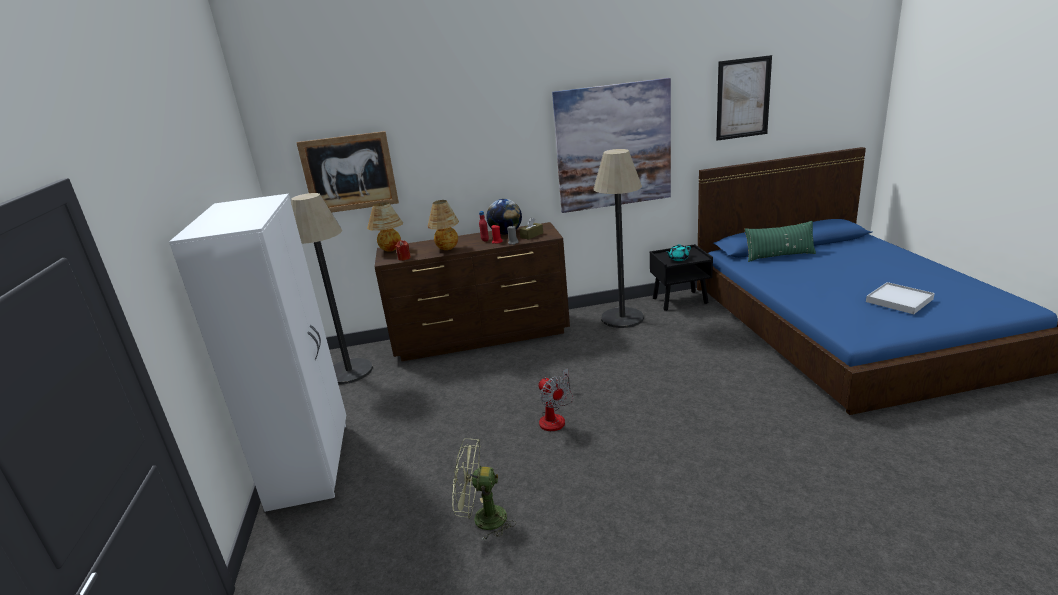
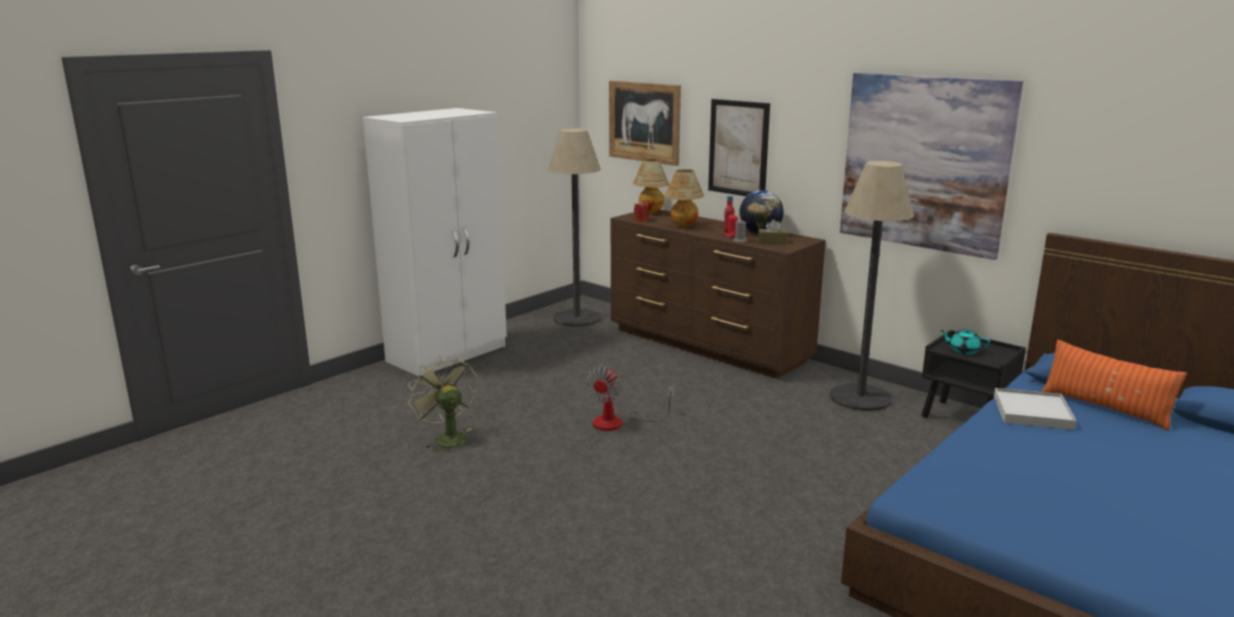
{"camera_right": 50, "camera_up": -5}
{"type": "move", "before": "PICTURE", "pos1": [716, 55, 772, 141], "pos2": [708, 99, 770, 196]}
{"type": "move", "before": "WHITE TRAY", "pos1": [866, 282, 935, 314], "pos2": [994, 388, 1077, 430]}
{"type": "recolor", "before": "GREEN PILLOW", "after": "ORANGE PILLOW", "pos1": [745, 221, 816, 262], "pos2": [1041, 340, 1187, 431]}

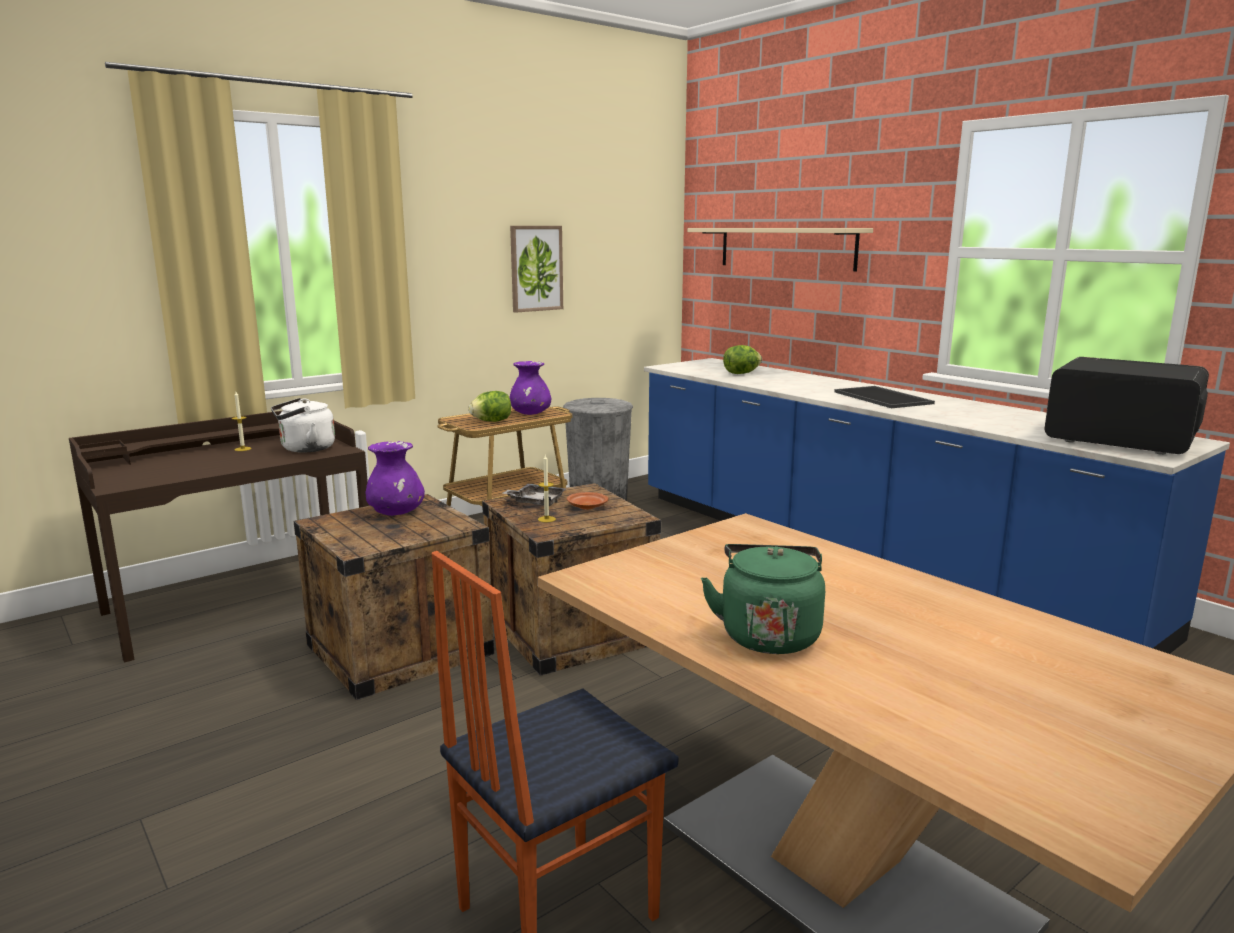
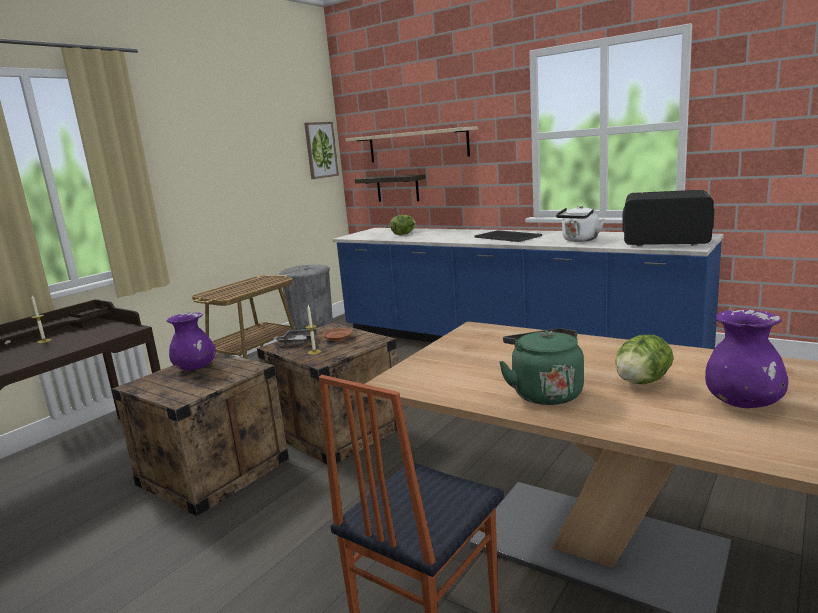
{"camera_right": -15, "camera_up": 0}
{"type": "insert", "after": "SHELF", "pos2": [355, 174, 426, 202]}
{"type": "move", "before": "WHITE KETTLE", "pos1": [271, 398, 335, 453], "pos2": [556, 205, 604, 242]}
{"type": "move", "before": "LETTUCE", "pos1": [469, 391, 511, 422], "pos2": [615, 335, 674, 384]}
{"type": "move", "before": "PURPLE VASE", "pos1": [509, 361, 551, 415], "pos2": [705, 309, 788, 408]}
{"type": "move", "before": "PICTURE", "pos1": [510, 226, 563, 313], "pos2": [304, 122, 339, 179]}

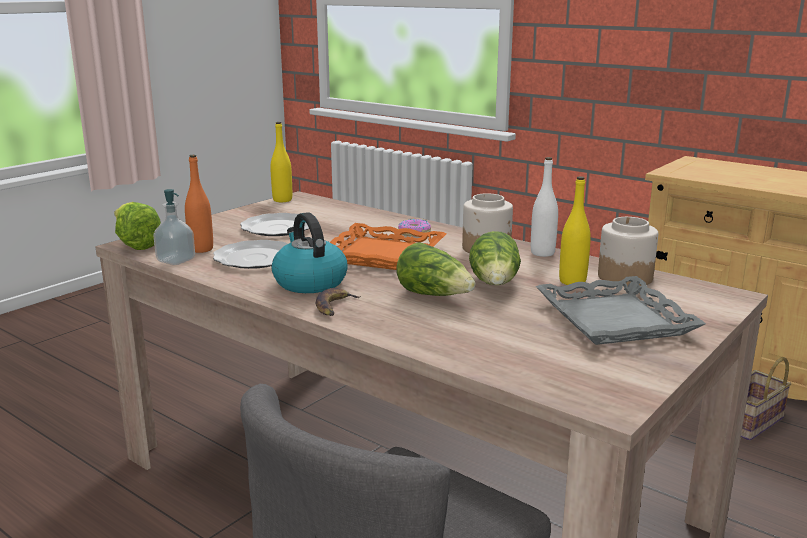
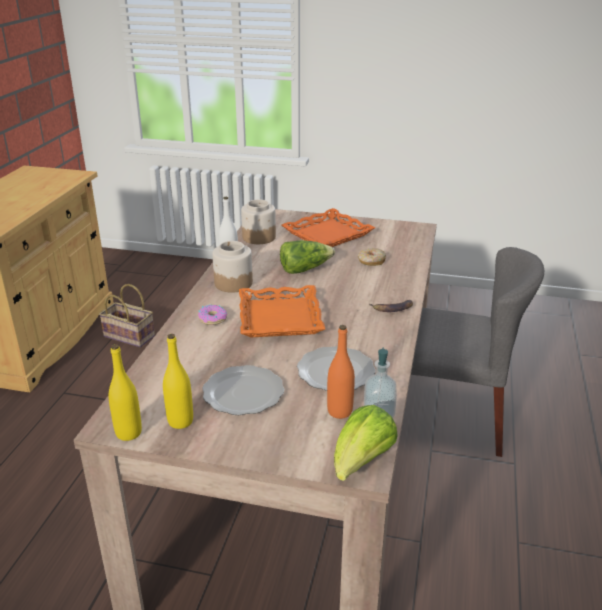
{"camera_right": -115, "camera_up": 10}
{"type": "delete", "before": "KETTLE", "pos1": [272, 212, 348, 293]}
{"type": "delete", "before": "LETTUCE", "pos1": [397, 242, 475, 296]}
{"type": "insert", "after": "DONUT", "pos2": [358, 248, 386, 266]}
{"type": "move", "before": "YELLOW BOTTLE", "pos1": [559, 176, 591, 285], "pos2": [163, 334, 193, 429]}
{"type": "recolor", "before": "GREY TRAY", "after": "ORANGE TRAY", "pos1": [536, 276, 706, 345], "pos2": [282, 208, 375, 247]}

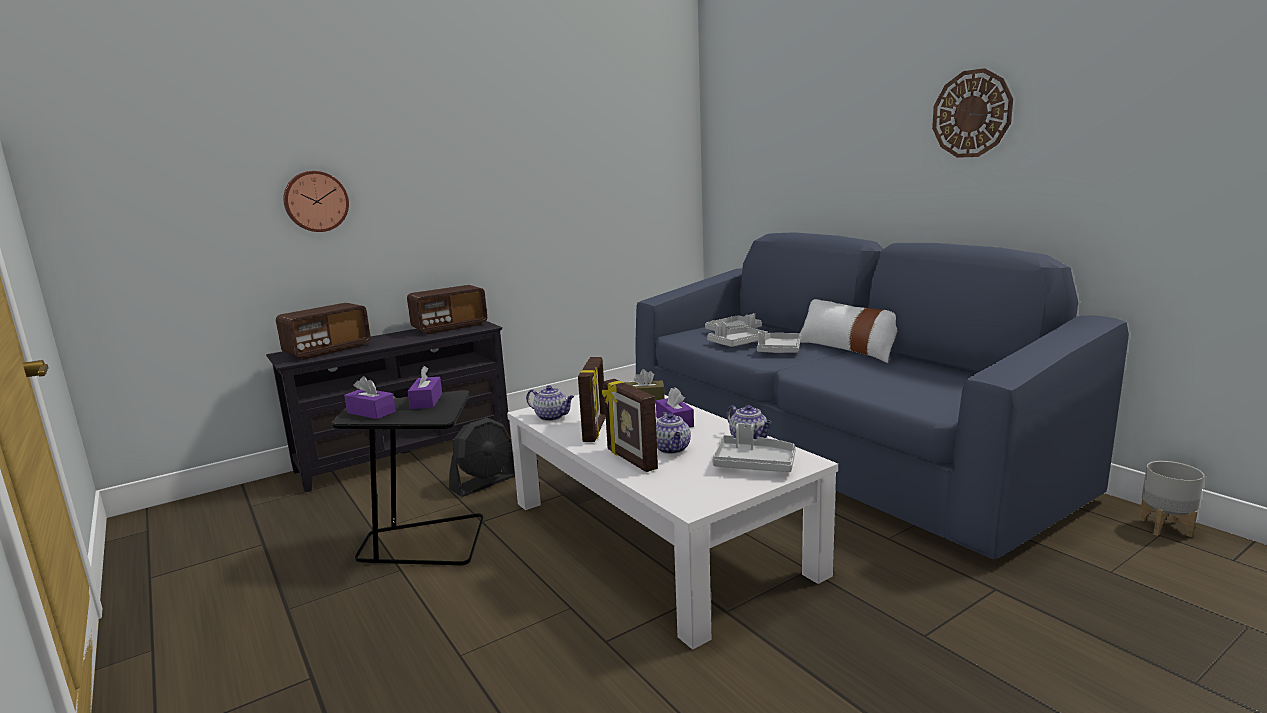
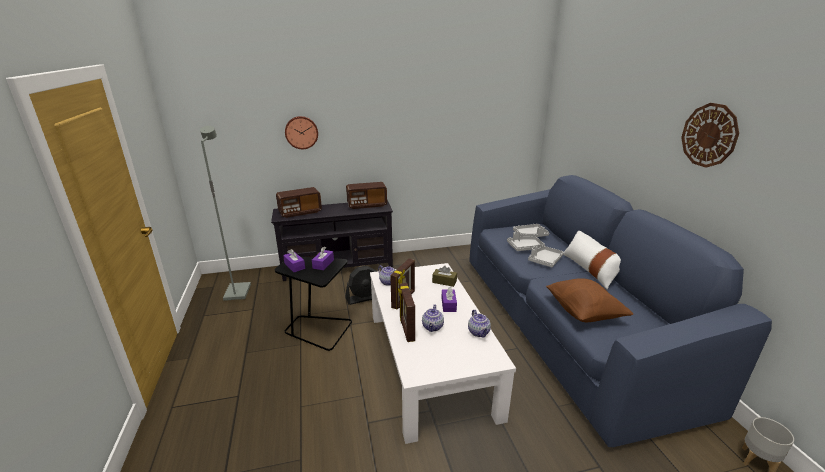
{"camera_right": 20, "camera_up": 10}
{"type": "delete", "before": "GREY TRAY", "pos1": [712, 423, 796, 472]}
{"type": "insert", "after": "GREY FLOOR LAMP", "pos2": [200, 126, 251, 301]}
{"type": "insert", "after": "BROWN PILLOW", "pos2": [546, 278, 633, 322]}

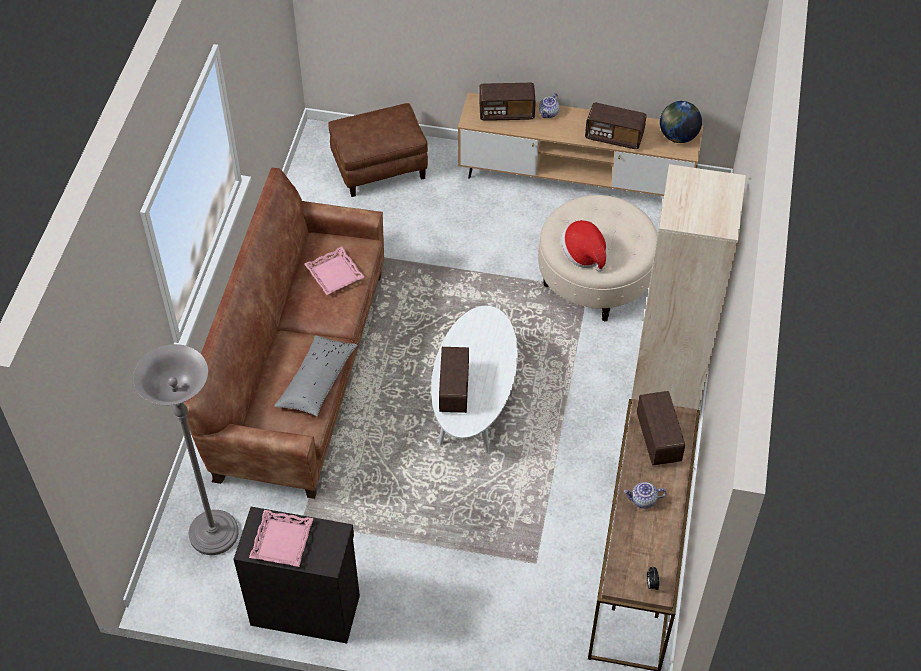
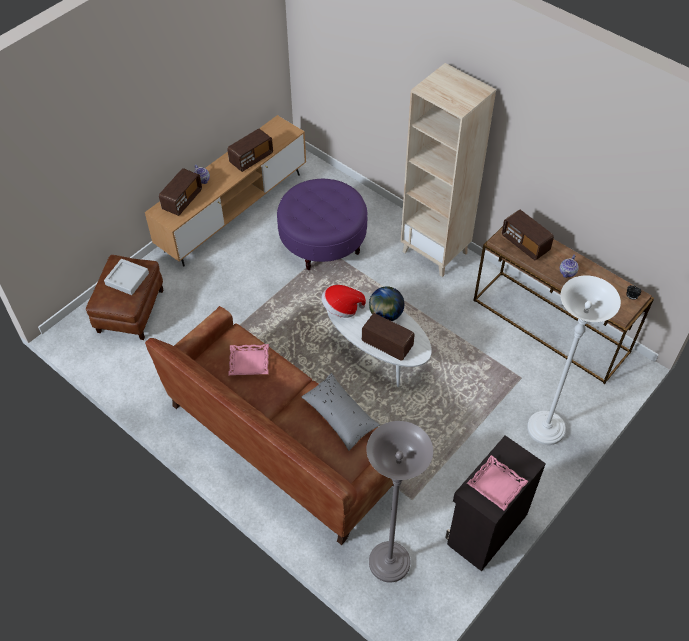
{"camera_right": -60, "camera_up": 0}
{"type": "insert", "after": "GREY TRAY", "pos2": [104, 259, 149, 295]}
{"type": "insert", "after": "WHITE FLOOR LAMP", "pos2": [527, 276, 621, 445]}
{"type": "move", "before": "HAT", "pos1": [561, 220, 606, 272], "pos2": [321, 285, 366, 318]}
{"type": "move", "before": "GLOBE", "pos1": [660, 101, 702, 143], "pos2": [369, 286, 404, 321]}
{"type": "recolor", "before": "BEIGE OTTOMAN", "after": "PURPLE OTTOMAN", "pos1": [538, 195, 658, 321], "pos2": [277, 179, 367, 270]}
{"type": "rotate", "before": "RADIO", "pos1": [637, 391, 685, 465], "pos2": [502, 210, 554, 260], "turn": -150}

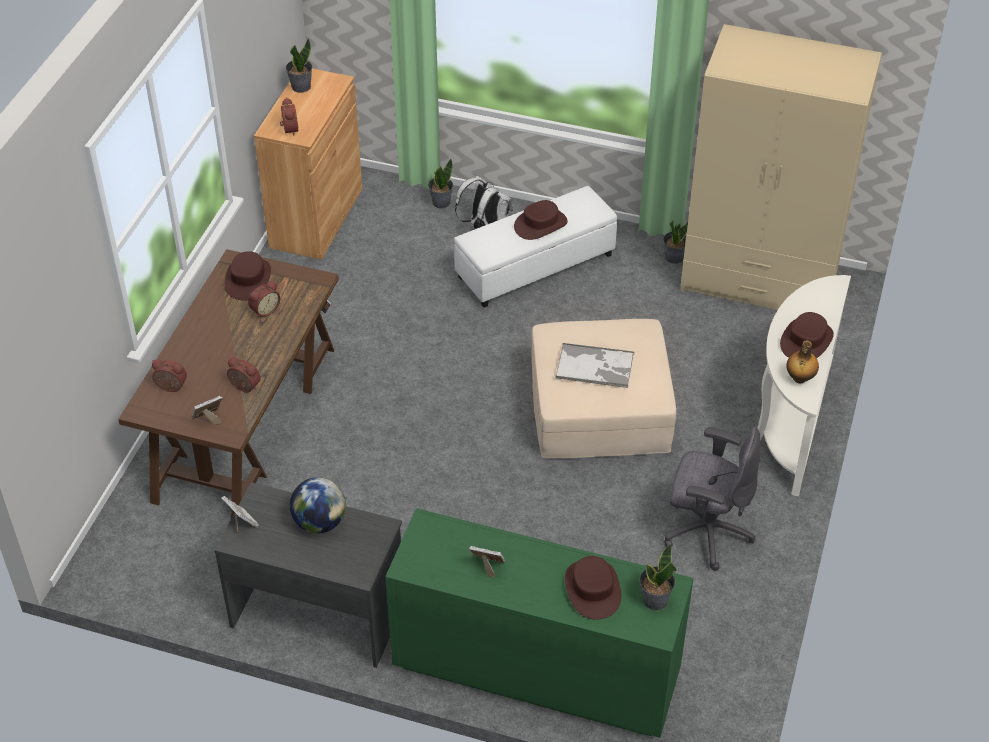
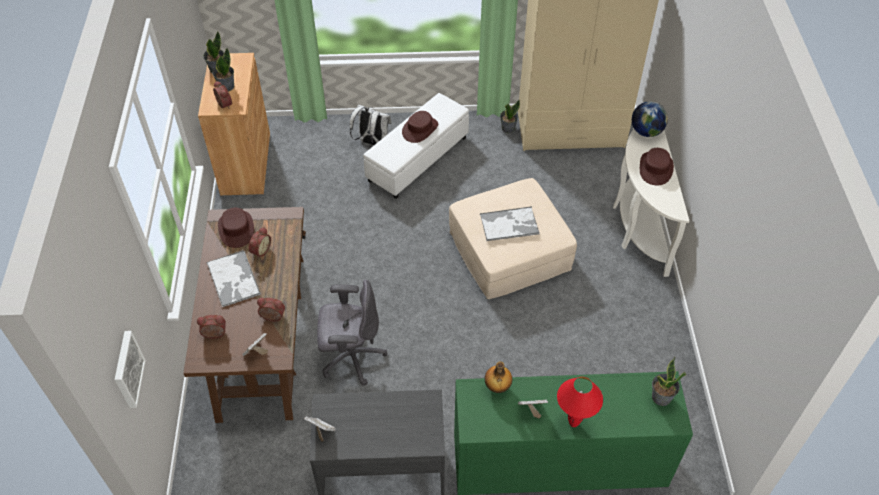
{"camera_right": -20, "camera_up": 5}
{"type": "delete", "before": "BROWN HAT", "pos1": [565, 556, 621, 620]}
{"type": "insert", "after": "PICTURE", "pos2": [115, 331, 146, 408]}
{"type": "insert", "after": "TRAY", "pos2": [206, 250, 261, 307]}
{"type": "insert", "after": "RED TABLE LAMP", "pos2": [557, 377, 603, 427]}
{"type": "move", "before": "GLOBE", "pos1": [290, 477, 346, 533], "pos2": [632, 101, 668, 137]}
{"type": "move", "before": "POTTED PLANT", "pos1": [428, 158, 453, 208], "pos2": [213, 48, 234, 92]}
{"type": "move", "before": "GREY OFFICE CHAIR", "pos1": [665, 427, 761, 571], "pos2": [317, 280, 387, 386]}
{"type": "move", "before": "BOTTLE", "pos1": [786, 341, 819, 383], "pos2": [485, 361, 512, 393]}

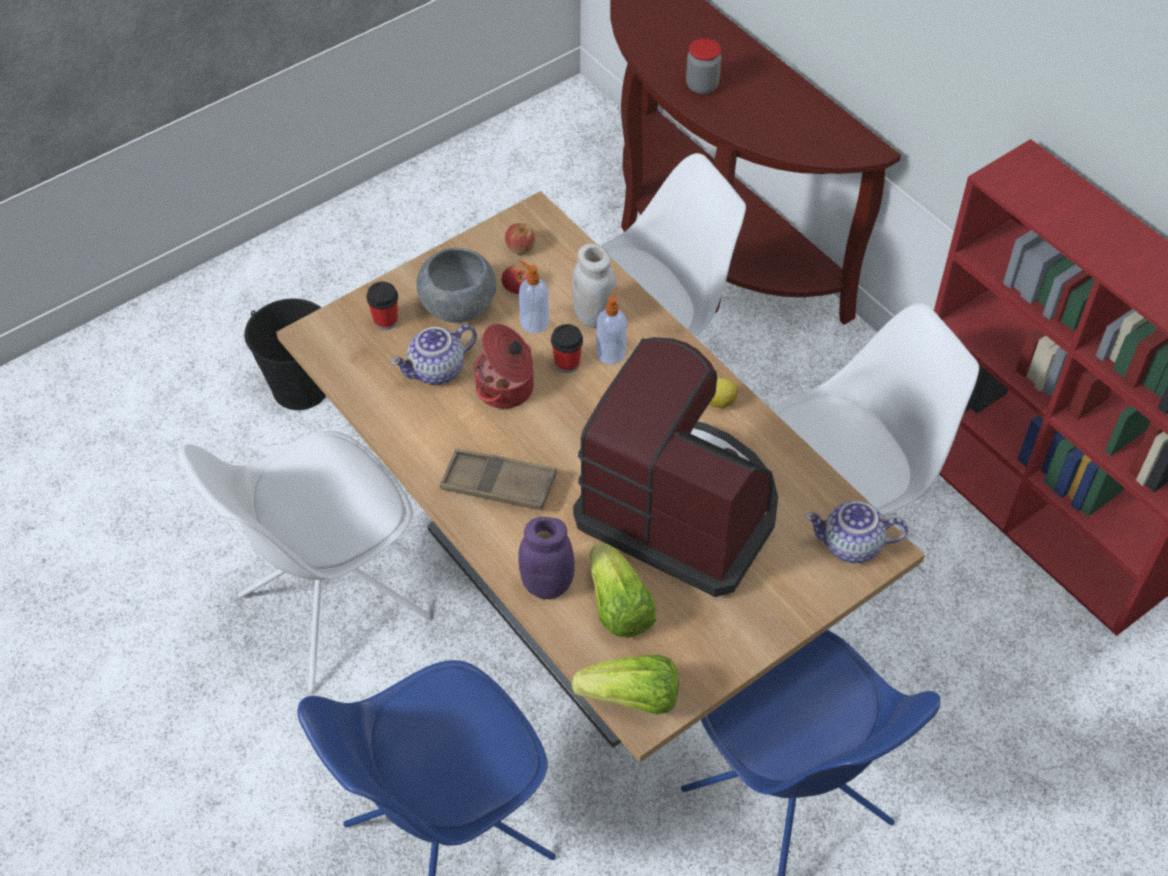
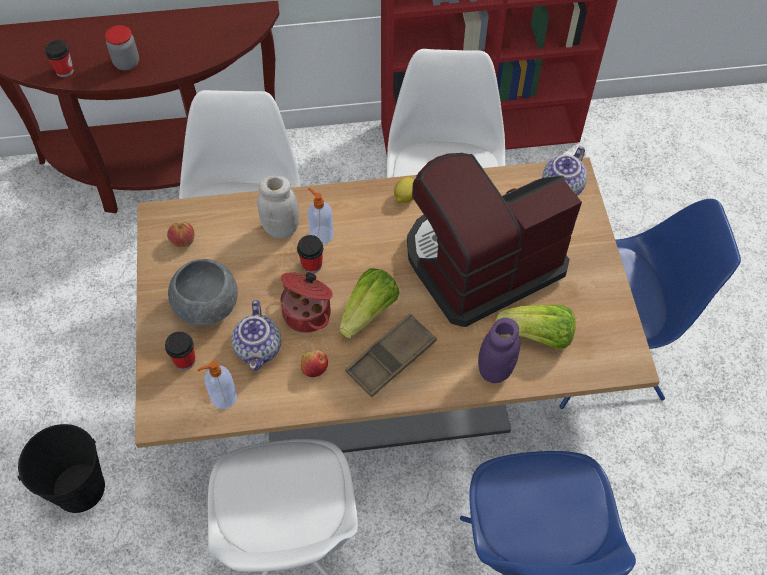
{"camera_right": -60, "camera_up": 5}
{"type": "insert", "after": "CUP", "pos2": [45, 40, 74, 77]}
{"type": "move", "before": "APPLE", "pos1": [502, 264, 529, 294], "pos2": [301, 350, 328, 377]}
{"type": "move", "before": "SOAP DISPENSER", "pos1": [519, 260, 549, 333], "pos2": [197, 361, 237, 409]}
{"type": "move", "before": "LETTUCE", "pos1": [572, 655, 678, 715], "pos2": [339, 268, 399, 338]}

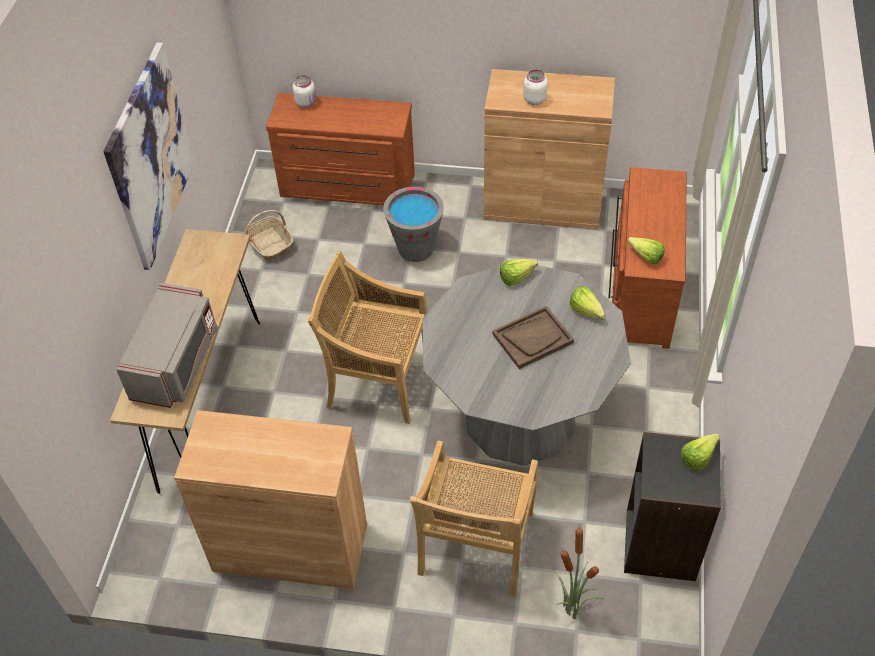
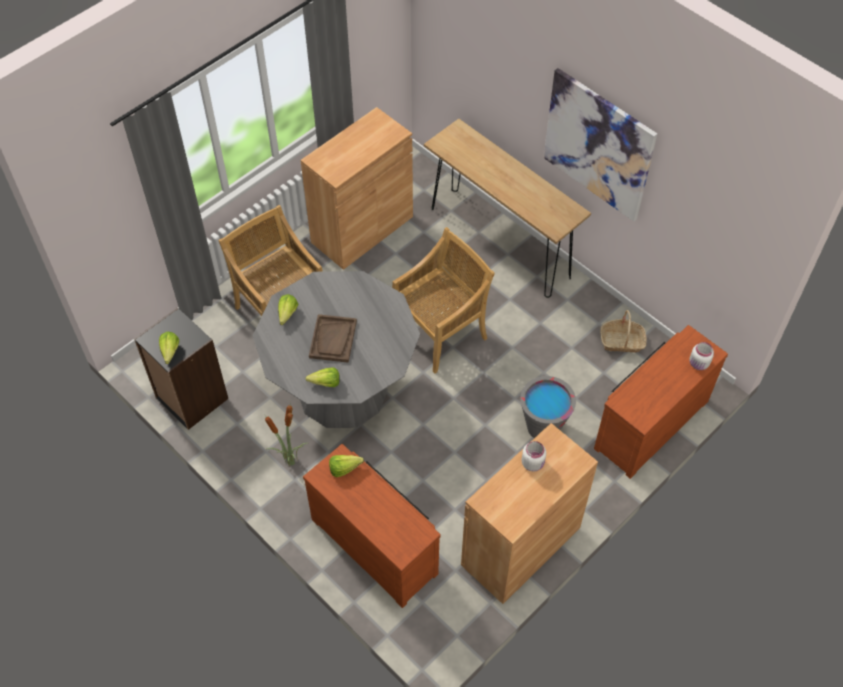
{"camera_right": 125, "camera_up": 5}
{"type": "delete", "before": "GREY MICROWAVE", "pos1": [116, 283, 218, 408]}
{"type": "move", "before": "LETTUCE", "pos1": [500, 259, 538, 286], "pos2": [278, 294, 298, 325]}
{"type": "move", "before": "POTTED PLANT", "pos1": [554, 522, 604, 619], "pos2": [265, 402, 307, 466]}

